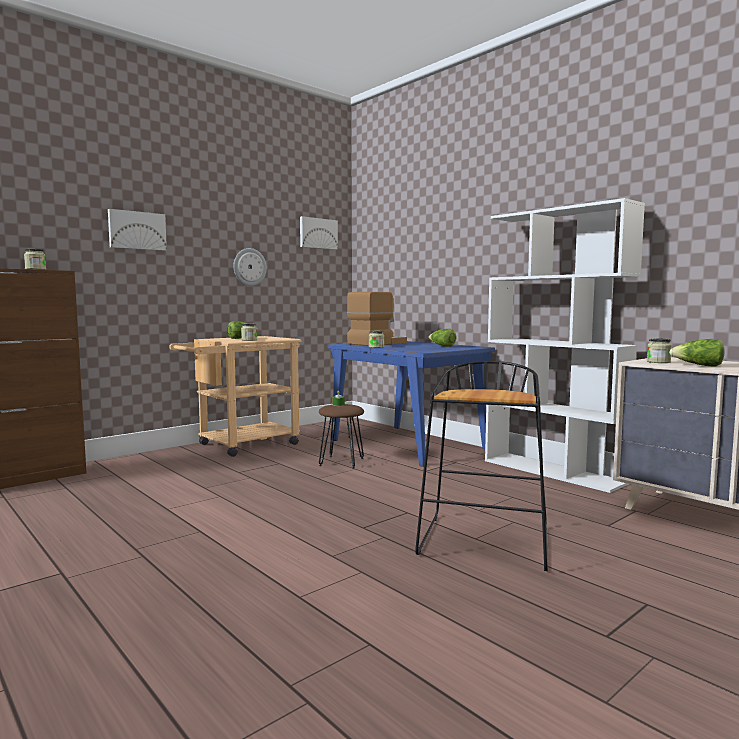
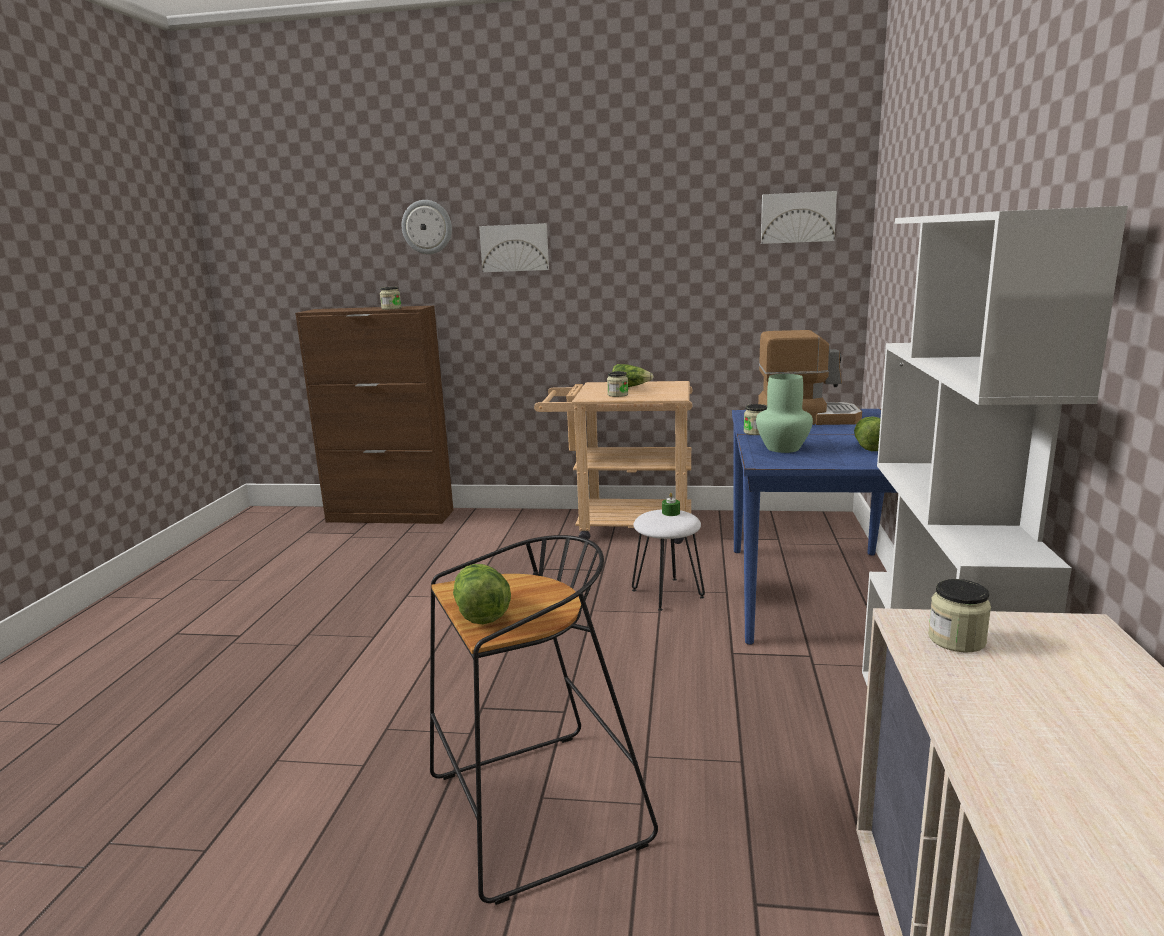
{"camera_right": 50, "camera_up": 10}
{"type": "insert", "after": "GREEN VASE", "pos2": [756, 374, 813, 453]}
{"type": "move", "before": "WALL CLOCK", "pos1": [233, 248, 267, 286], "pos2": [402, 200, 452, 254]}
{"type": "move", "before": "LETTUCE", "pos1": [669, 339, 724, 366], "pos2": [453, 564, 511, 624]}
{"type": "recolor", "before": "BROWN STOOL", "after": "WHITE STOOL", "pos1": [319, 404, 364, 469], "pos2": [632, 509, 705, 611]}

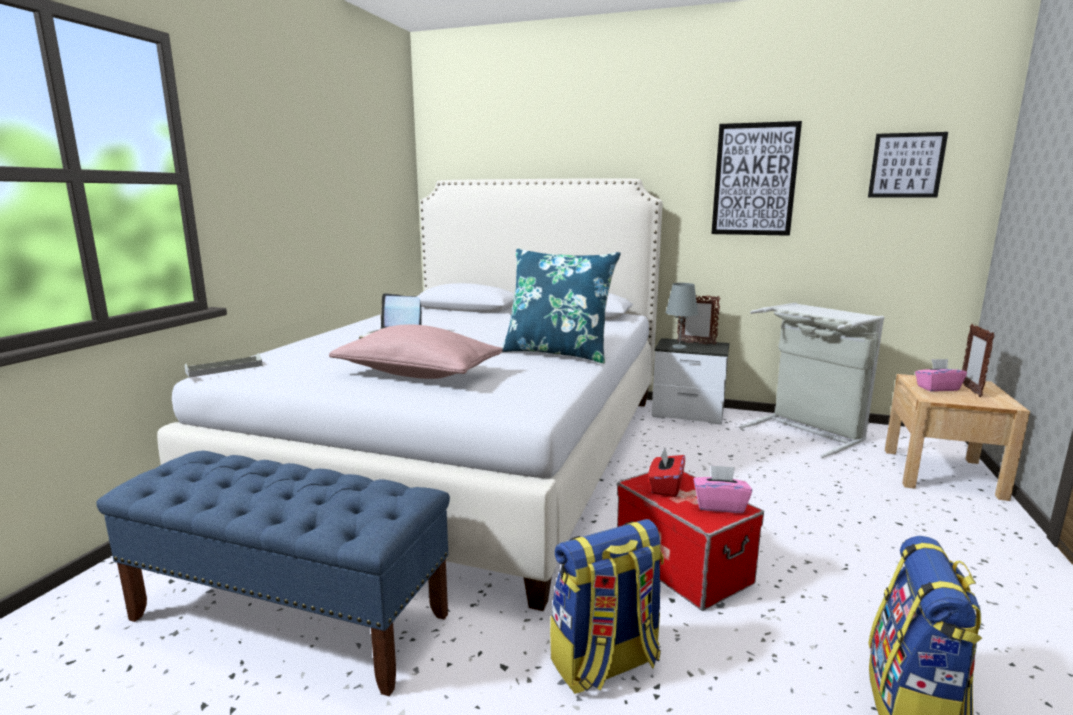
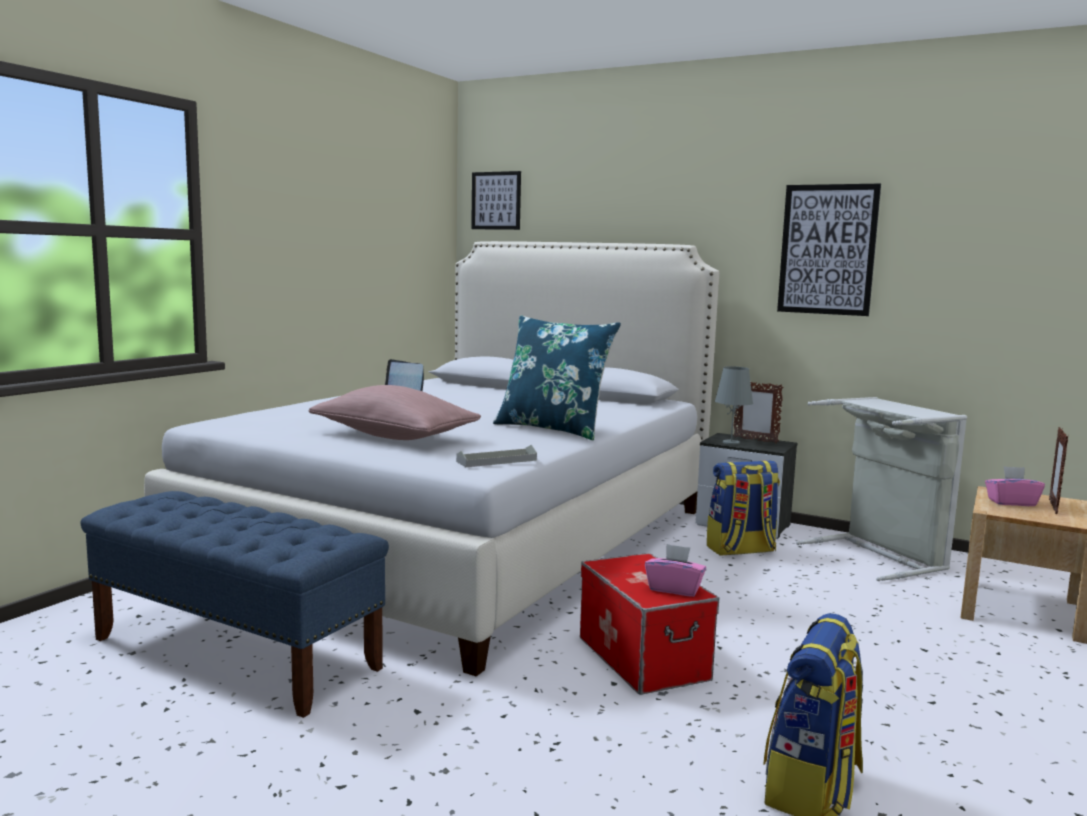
{"camera_right": 10, "camera_up": -5}
{"type": "delete", "before": "RED TISSUE BOX", "pos1": [648, 448, 685, 497]}
{"type": "move", "before": "GREY TRAY", "pos1": [184, 353, 263, 378], "pos2": [456, 445, 537, 467]}
{"type": "move", "before": "BACKPACK", "pos1": [550, 519, 664, 694], "pos2": [707, 461, 780, 556]}
{"type": "move", "before": "PICTURE", "pos1": [868, 132, 948, 198], "pos2": [471, 171, 521, 230]}

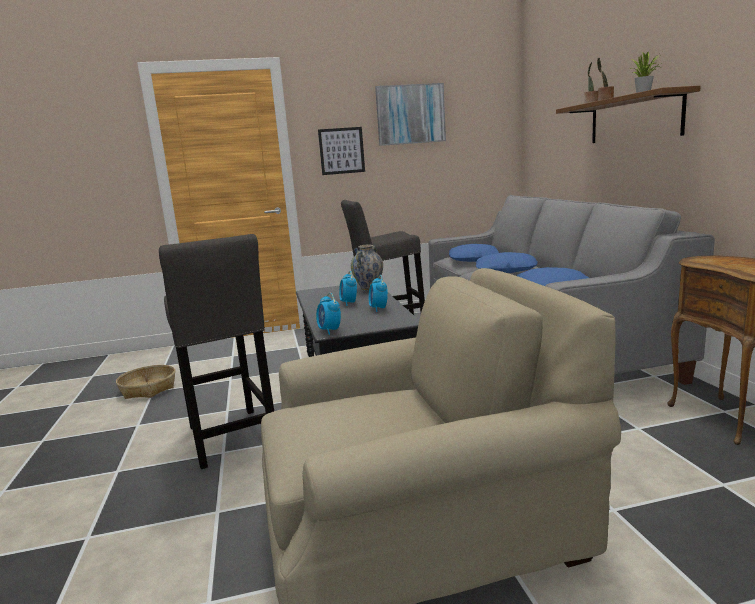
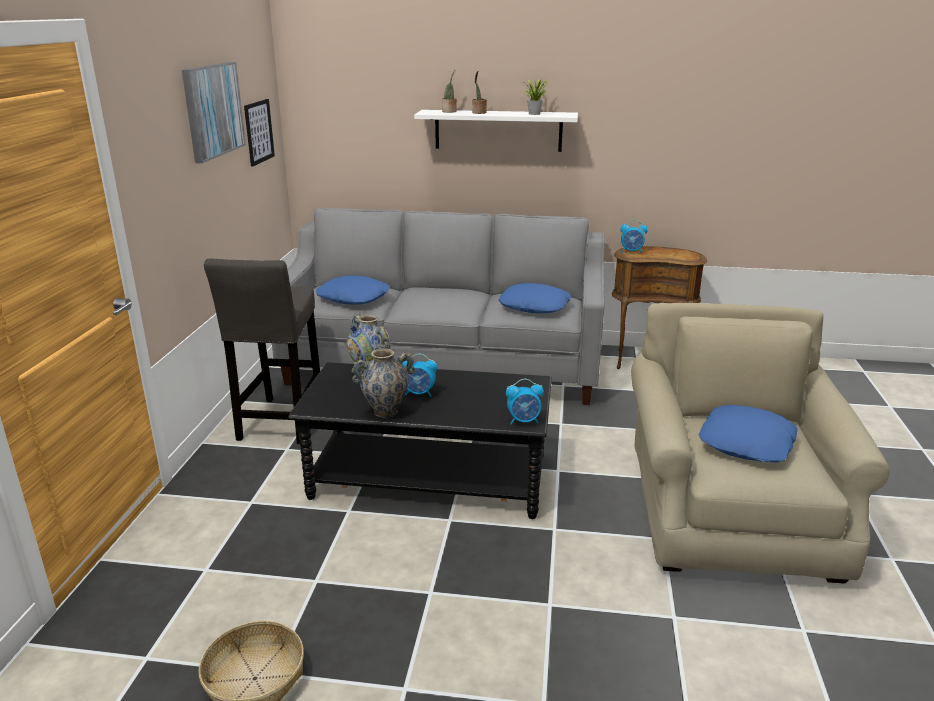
{"camera_right": -70, "camera_up": 10}
{"type": "delete", "before": "GREY STOOL", "pos1": [159, 234, 274, 469]}
{"type": "insert", "after": "VASE", "pos2": [351, 348, 415, 418]}
{"type": "move", "before": "PICTURE", "pos1": [318, 127, 365, 175], "pos2": [244, 99, 275, 167]}
{"type": "move", "before": "ALARM CLOCK", "pos1": [369, 275, 388, 312], "pos2": [620, 220, 648, 254]}
{"type": "move", "before": "BLUE PILLOW", "pos1": [476, 252, 538, 273], "pos2": [698, 405, 798, 463]}
{"type": "recolor", "before": "BROWN SHELF", "after": "WHITE SHELF", "pos1": [556, 86, 701, 143], "pos2": [414, 110, 578, 152]}

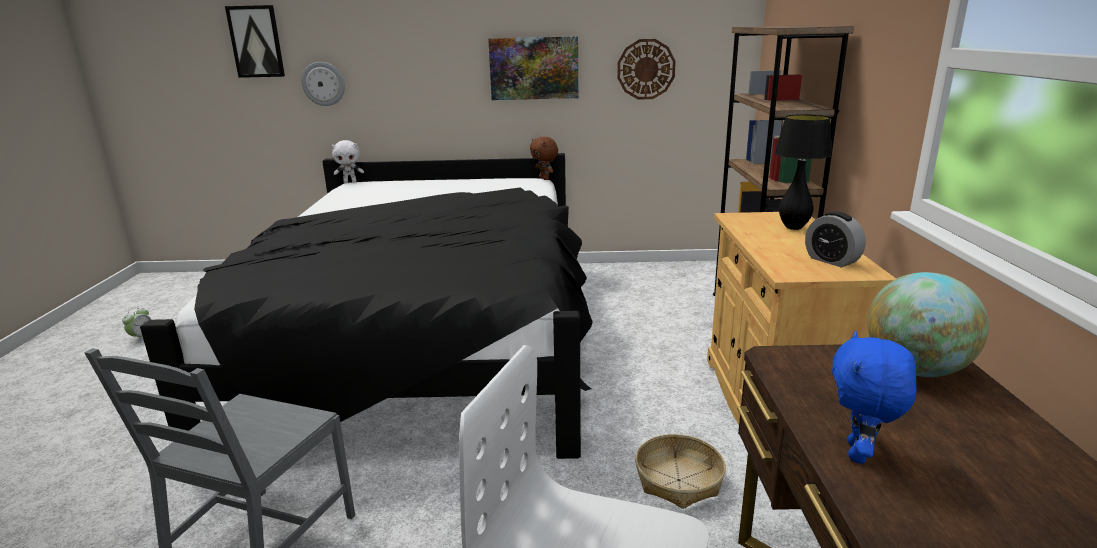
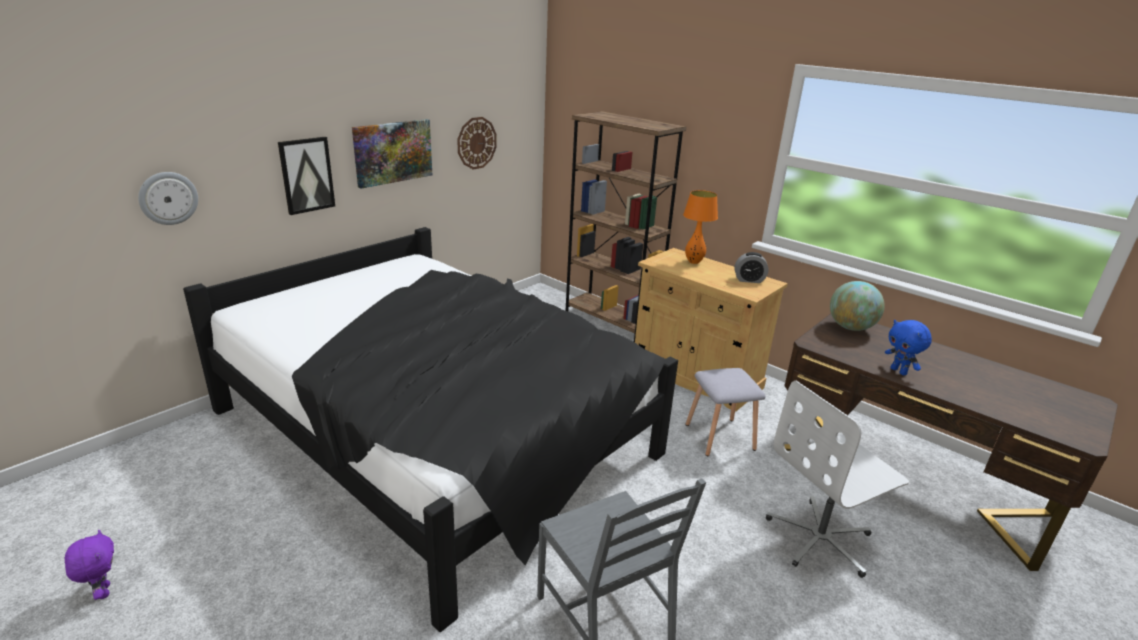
{"camera_right": -50, "camera_up": 5}
{"type": "delete", "before": "WHITE PLUSH TOY", "pos1": [331, 140, 364, 183]}
{"type": "delete", "before": "BROWN PLUSH TOY", "pos1": [530, 137, 558, 180]}
{"type": "move", "before": "PICTURE", "pos1": [225, 5, 285, 78], "pos2": [278, 137, 335, 215]}
{"type": "replace", "before": "ALARM CLOCK", "after": "PURPLE PLUSH TOY", "pos1": [122, 307, 151, 343], "pos2": [65, 530, 114, 600]}
{"type": "replace", "before": "BASKET", "after": "GREY STOOL", "pos1": [635, 434, 726, 509], "pos2": [686, 368, 766, 456]}
{"type": "recolor", "before": "BLACK TABLE LAMP", "after": "ORANGE TABLE LAMP", "pos1": [774, 114, 832, 230], "pos2": [683, 190, 718, 264]}

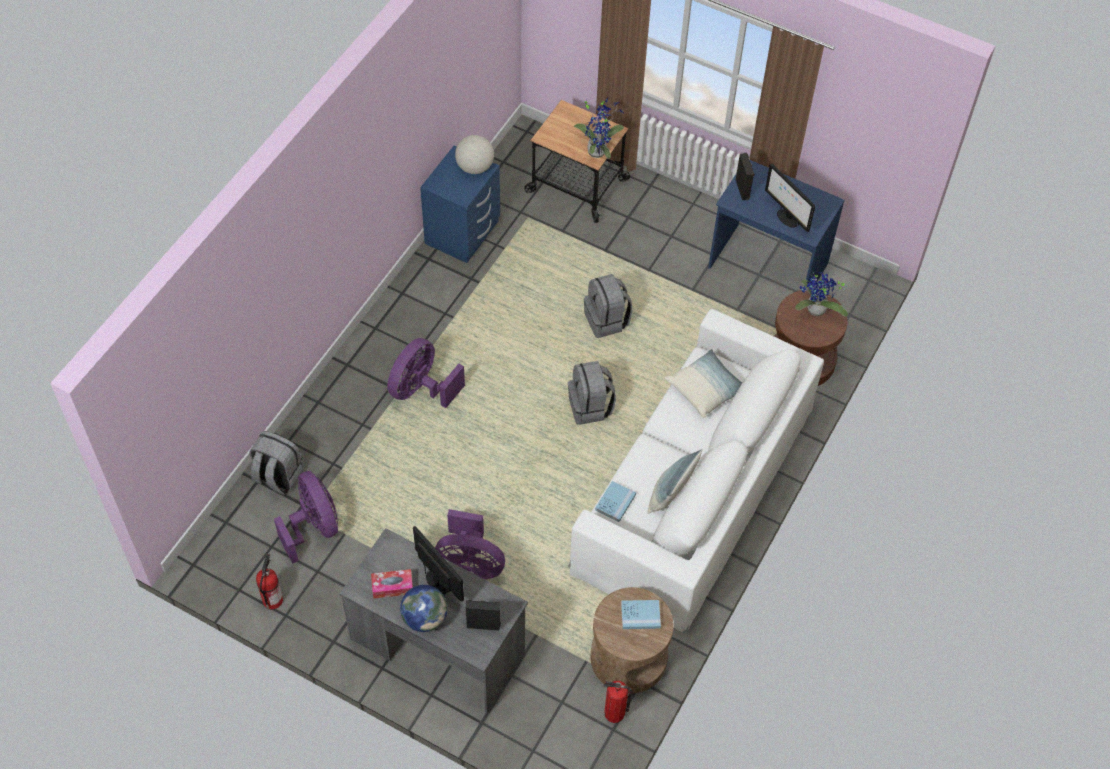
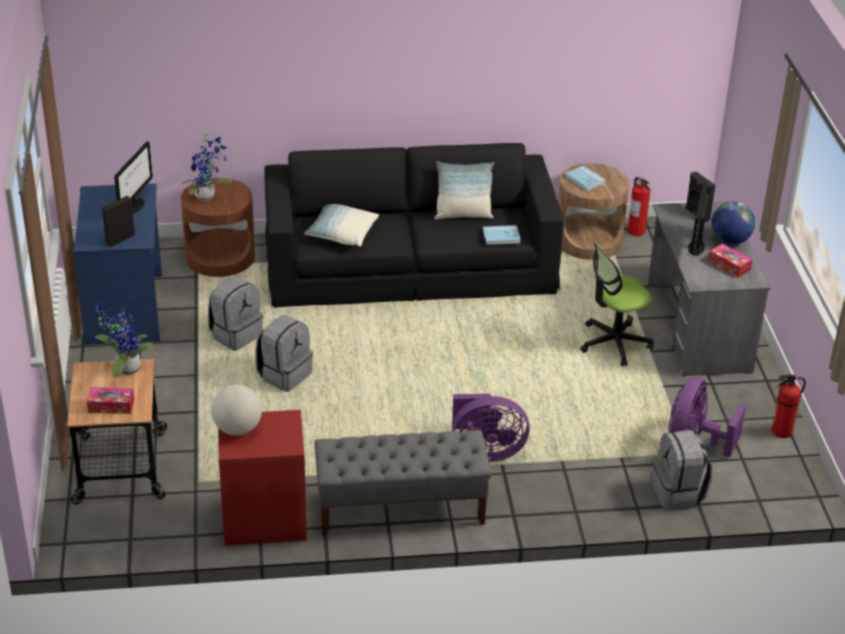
{"camera_right": -125, "camera_up": -20}
{"type": "insert", "after": "TISSUE BOX", "pos2": [87, 387, 134, 414]}
{"type": "insert", "after": "GREY BENCH", "pos2": [314, 430, 491, 535]}
{"type": "move", "before": "GREY BACKPACK", "pos1": [568, 361, 616, 425], "pos2": [208, 276, 263, 351]}
{"type": "replace", "before": "PURPLE FAN", "after": "OFFICE CHAIR", "pos1": [435, 509, 505, 579], "pos2": [580, 242, 654, 366]}
{"type": "recolor", "before": "BLUE NIGHTSTAND", "after": "RED NIGHTSTAND", "pos1": [420, 146, 500, 263], "pos2": [218, 410, 307, 546]}
{"type": "recolor", "before": "WHITE SOFA", "after": "BLACK SOFA", "pos1": [568, 309, 824, 632], "pos2": [264, 143, 564, 308]}

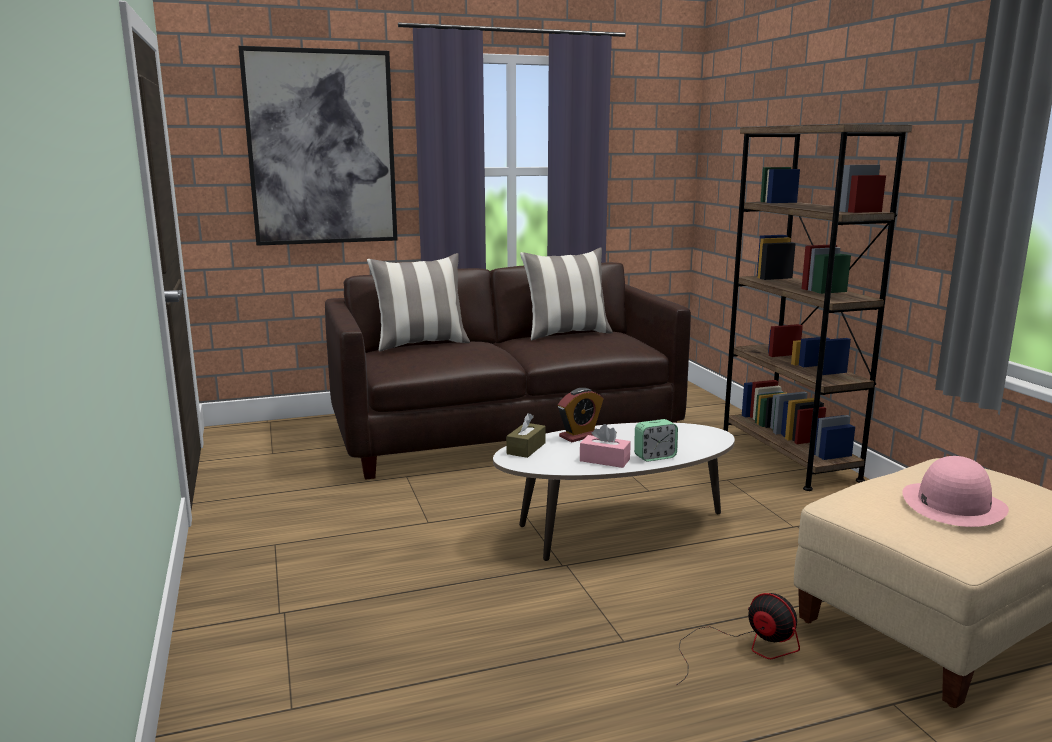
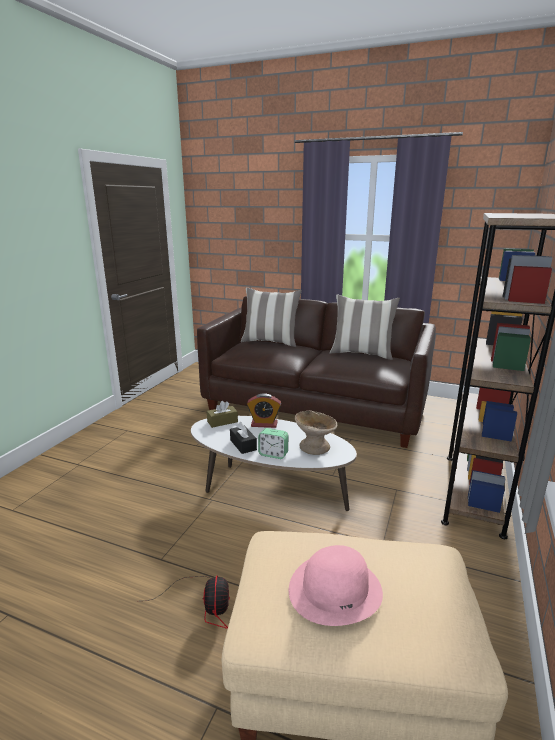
{"camera_right": 40, "camera_up": 5}
{"type": "delete", "before": "PICTURE", "pos1": [238, 46, 397, 246]}
{"type": "insert", "after": "BEIGE BOWL", "pos2": [295, 410, 337, 455]}
{"type": "recolor", "before": "PINK TISSUE BOX", "after": "BLACK TISSUE BOX", "pos1": [580, 424, 631, 468], "pos2": [230, 422, 257, 454]}

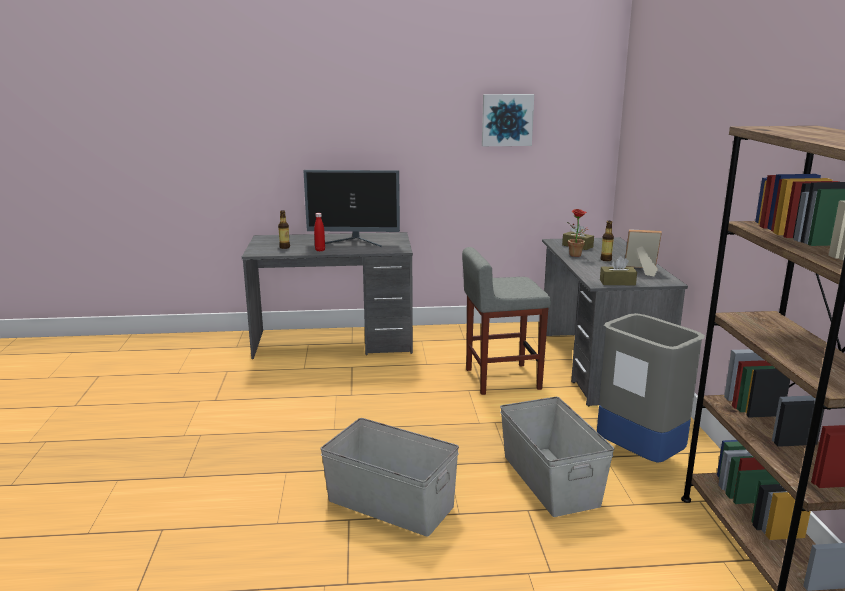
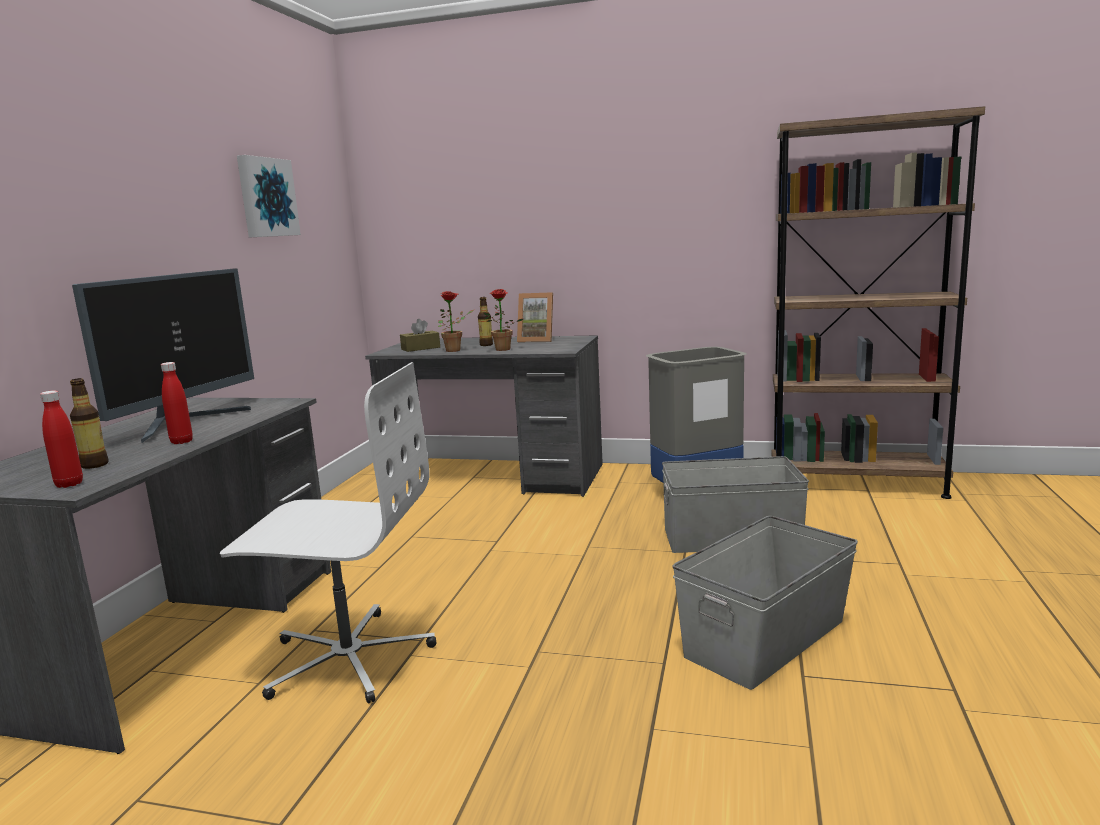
{"camera_right": -70, "camera_up": -5}
{"type": "delete", "before": "GREY STOOL", "pos1": [462, 247, 551, 395]}
{"type": "delete", "before": "BROWN TISSUE BOX", "pos1": [600, 256, 637, 285]}
{"type": "insert", "after": "RED BOTTLE", "pos2": [40, 391, 83, 488]}
{"type": "insert", "after": "WHITE OFFICE CHAIR", "pos2": [220, 362, 436, 703]}
{"type": "insert", "after": "POTTED PLANT", "pos2": [483, 289, 523, 351]}
{"type": "rotate", "before": "PICTURE FRAME", "pos1": [625, 229, 662, 276], "pos2": [517, 292, 553, 342], "turn": -105}

